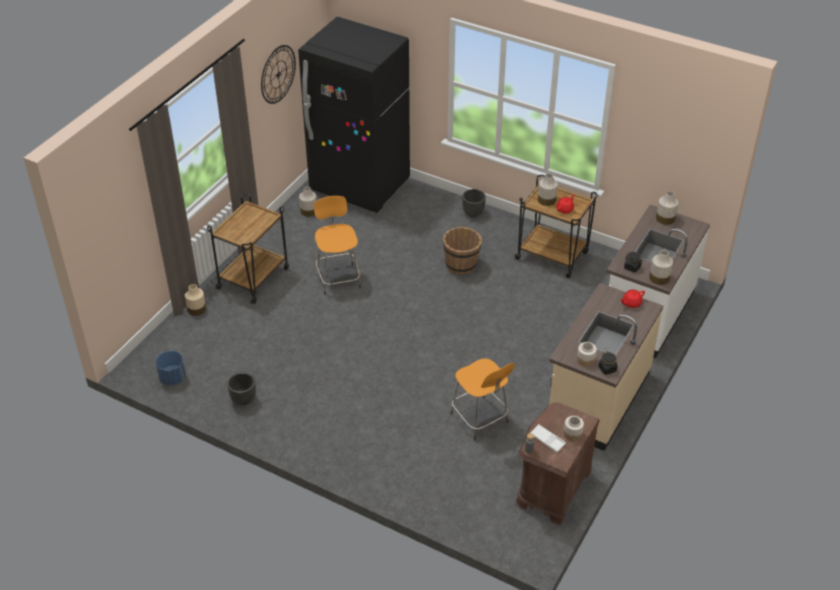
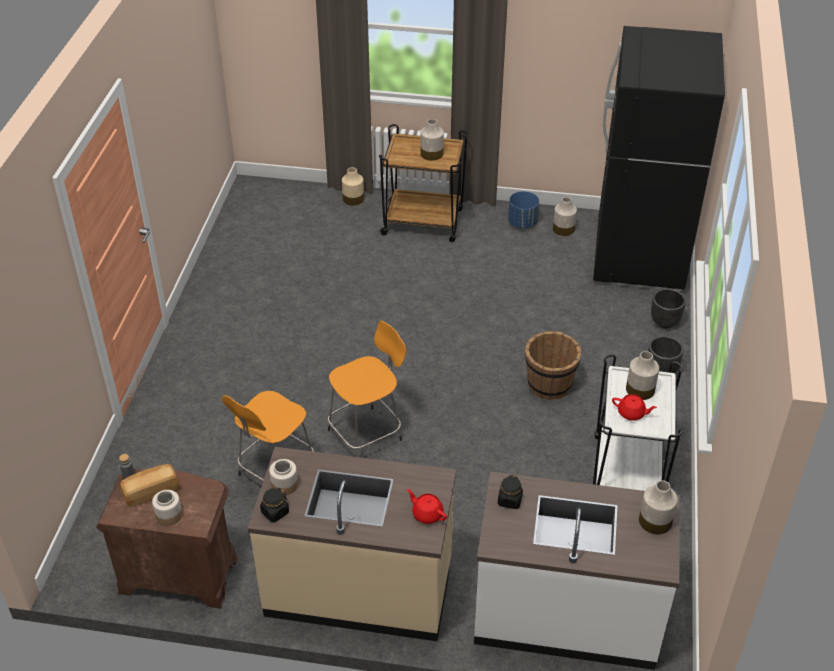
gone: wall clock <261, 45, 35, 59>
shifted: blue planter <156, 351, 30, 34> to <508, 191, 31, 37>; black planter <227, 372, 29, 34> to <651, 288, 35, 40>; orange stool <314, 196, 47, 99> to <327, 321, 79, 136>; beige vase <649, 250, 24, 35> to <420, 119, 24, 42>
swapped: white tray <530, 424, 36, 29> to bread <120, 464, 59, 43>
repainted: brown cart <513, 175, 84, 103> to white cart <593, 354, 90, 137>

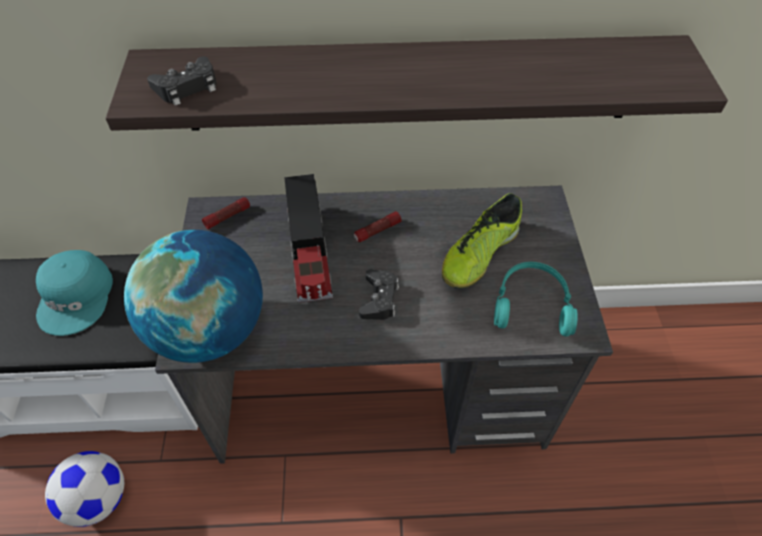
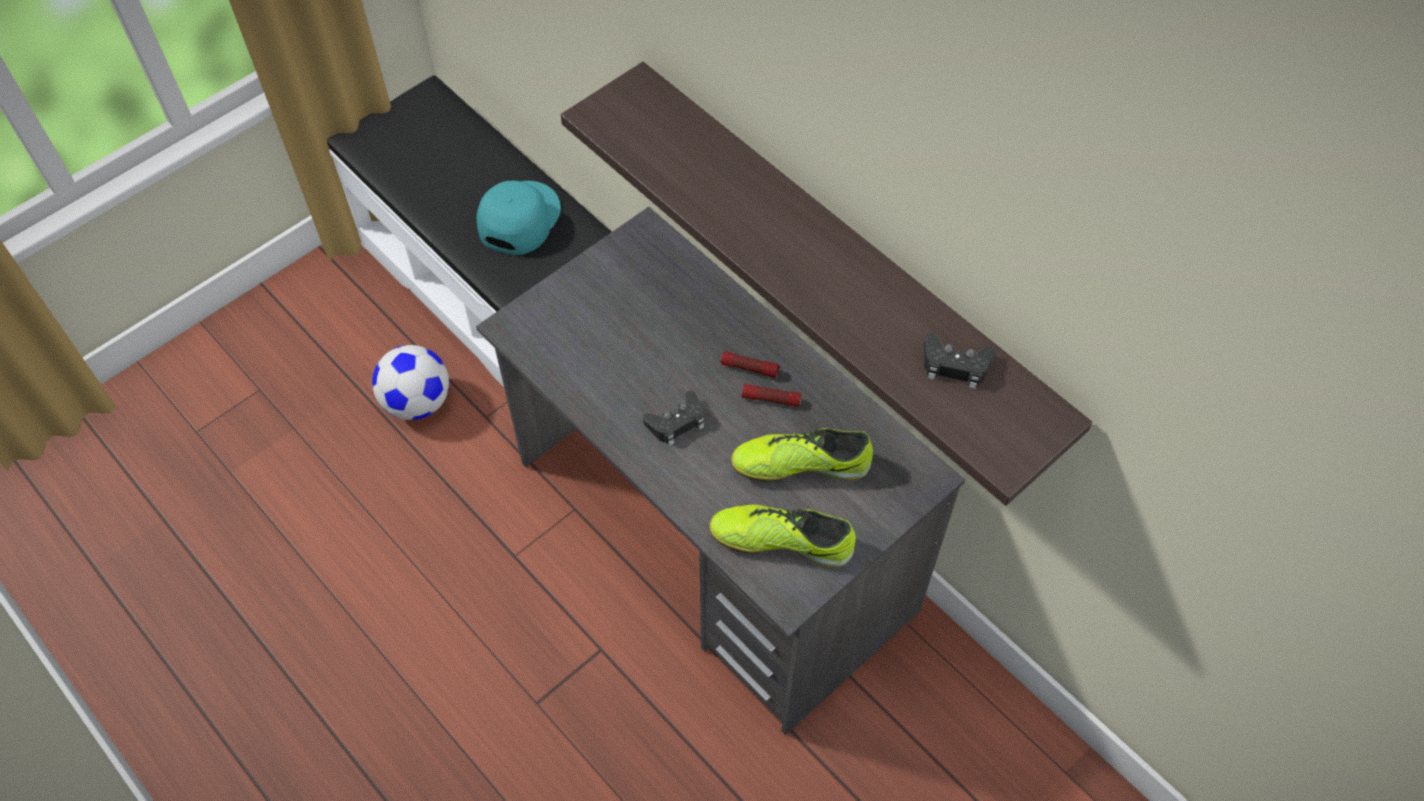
gone: globe <124, 230, 139, 133>; toy truck <284, 174, 49, 129>
shifted: black game controller <147, 56, 69, 50> to <924, 333, 72, 56>; flashlight <202, 197, 48, 32> to <742, 384, 60, 23>
swapped: turquoise headphones <494, 262, 84, 74> to shoe <709, 505, 147, 63>
rotated: turquoise cap <36, 250, 77, 86> = <476, 181, 85, 74> 150 degrees clockwise

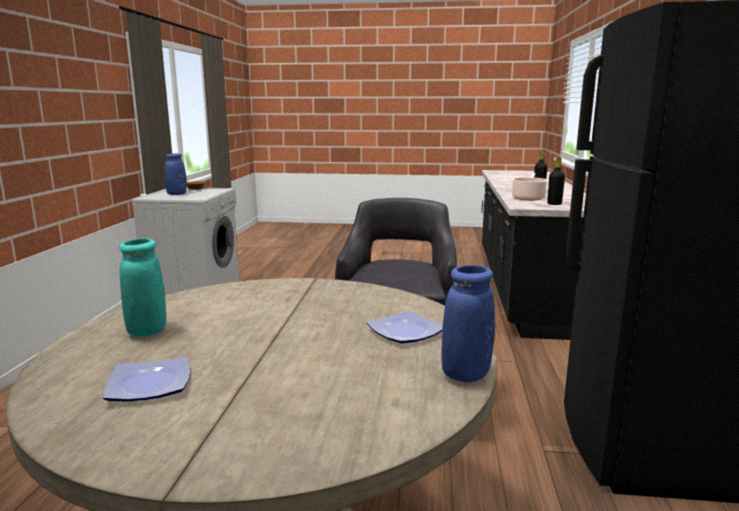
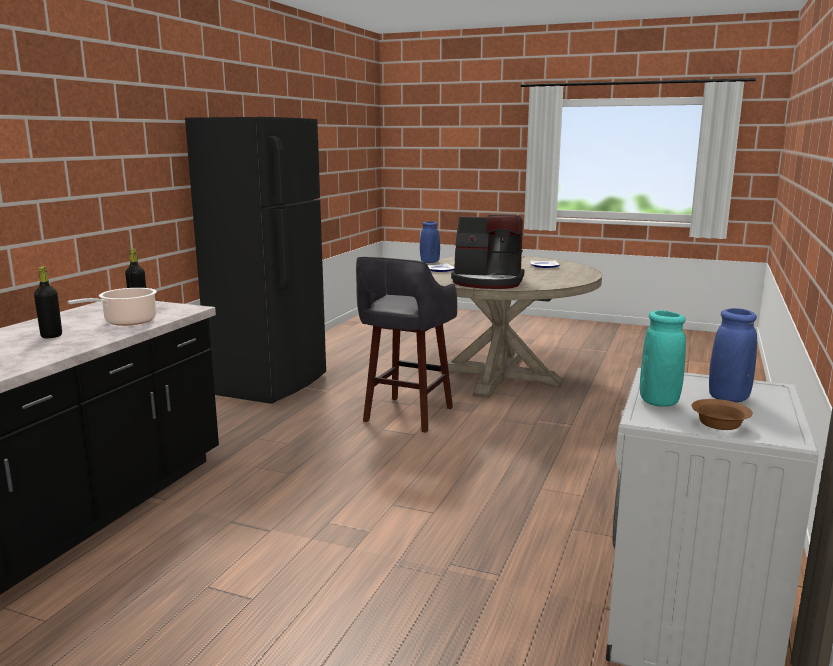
new: coffee machine <451, 215, 73, 74>
shifted: turquoise vase <119, 238, 47, 99> to <640, 310, 46, 97>

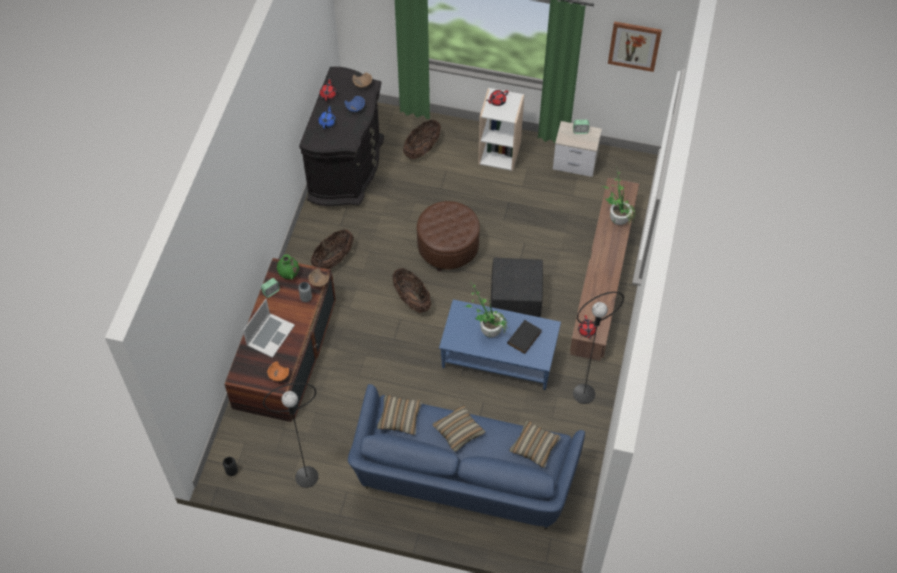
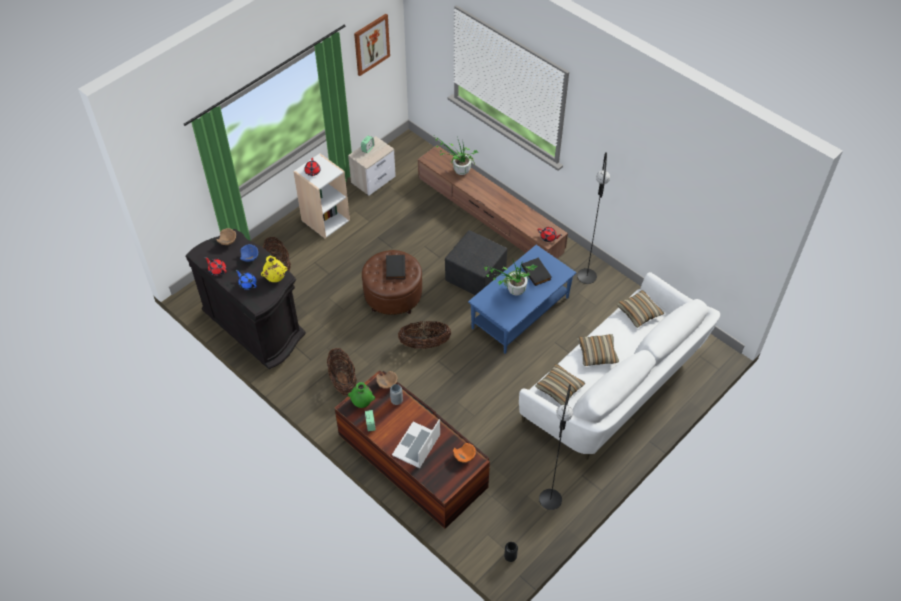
new: yellow vase <261, 255, 26, 27>; black book <386, 255, 19, 25>
repainted: blue sofa <348, 384, 237, 146> to white sofa <519, 272, 201, 188>
rotated: laptop <243, 299, 52, 59> = <392, 419, 48, 49> 120 degrees counterclockwise

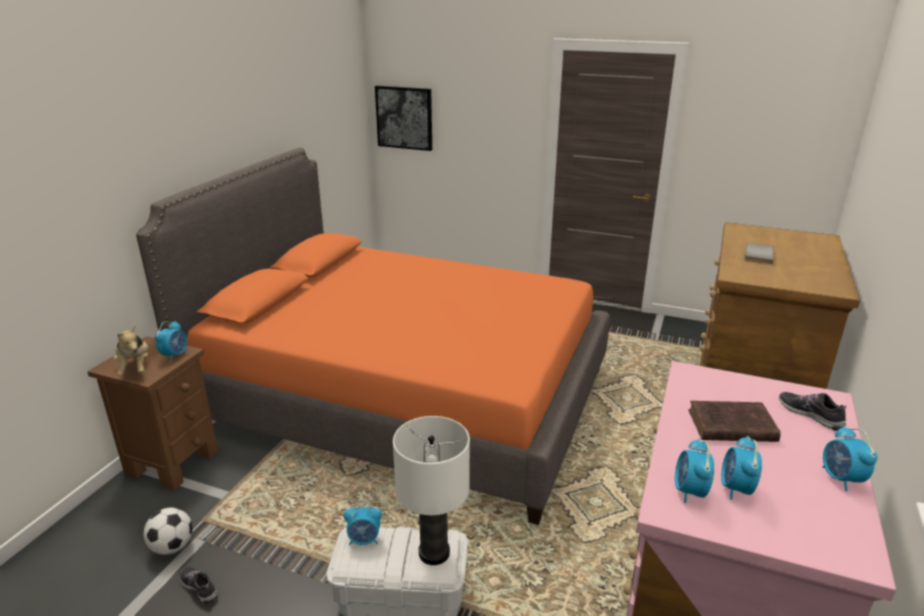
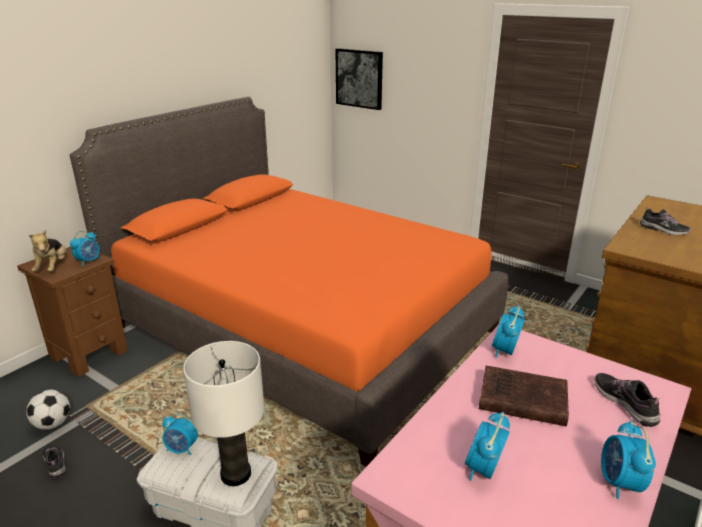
shifted: alarm clock <675, 438, 39, 65> to <492, 306, 33, 52>
swapped: grey book <744, 243, 30, 21> to shoe <640, 207, 51, 28>

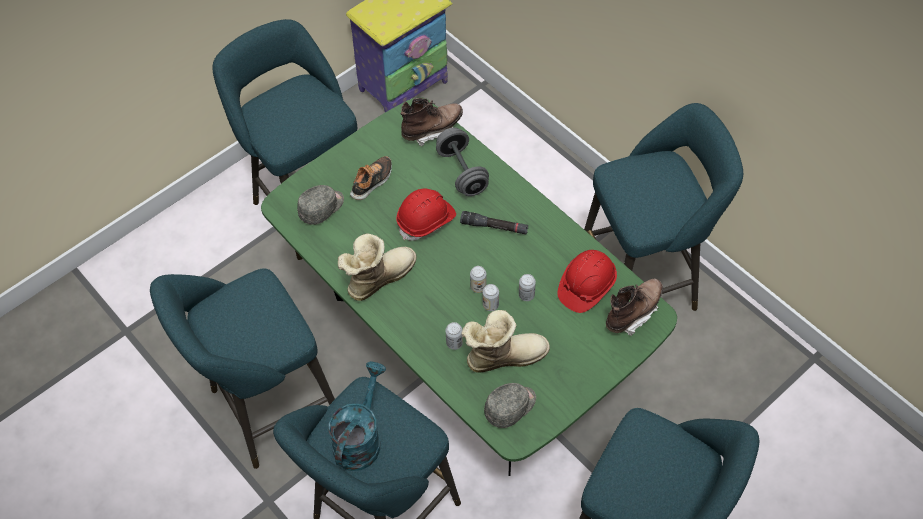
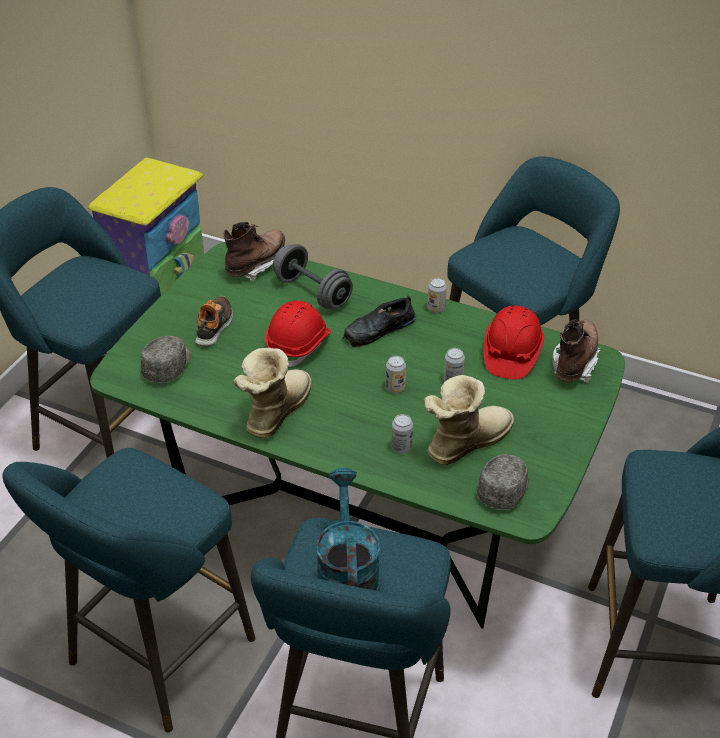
shifted: can <483, 284, 16, 27> to <427, 278, 20, 35>
swapped: black flashlight <460, 211, 69, 23> to black shoe <342, 296, 74, 51>

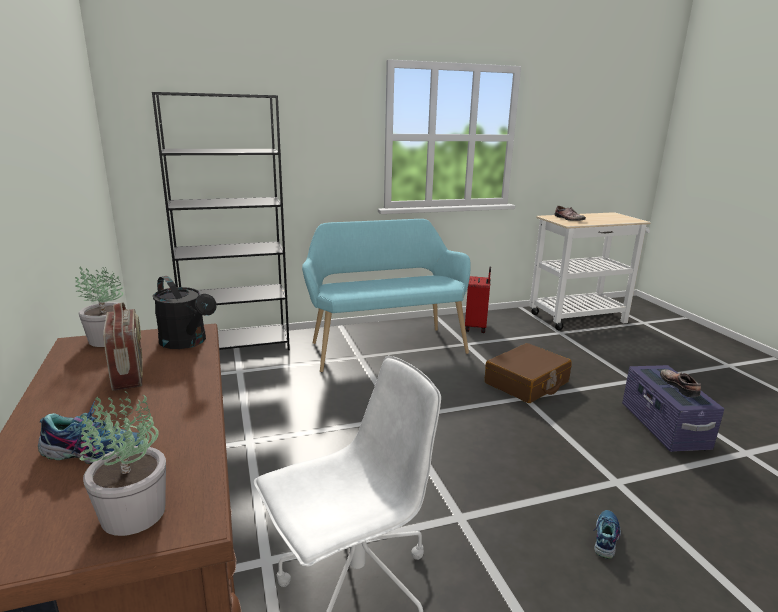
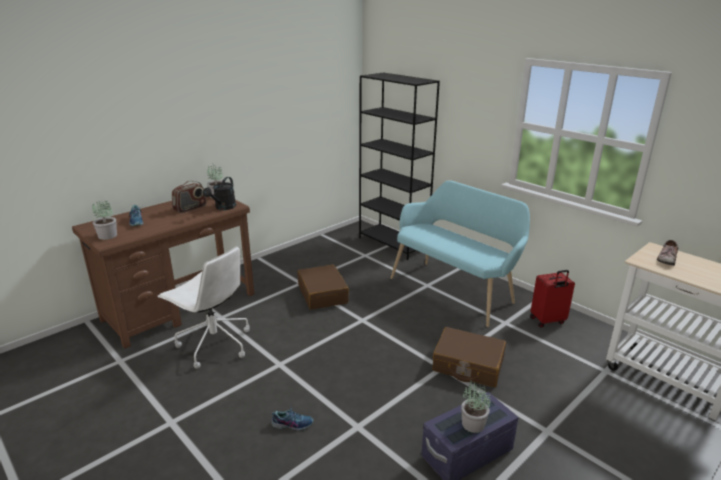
new: brown suitcase <297, 265, 52, 45>
swapped: shoe <660, 369, 41, 28> to potted plant <461, 380, 30, 53>

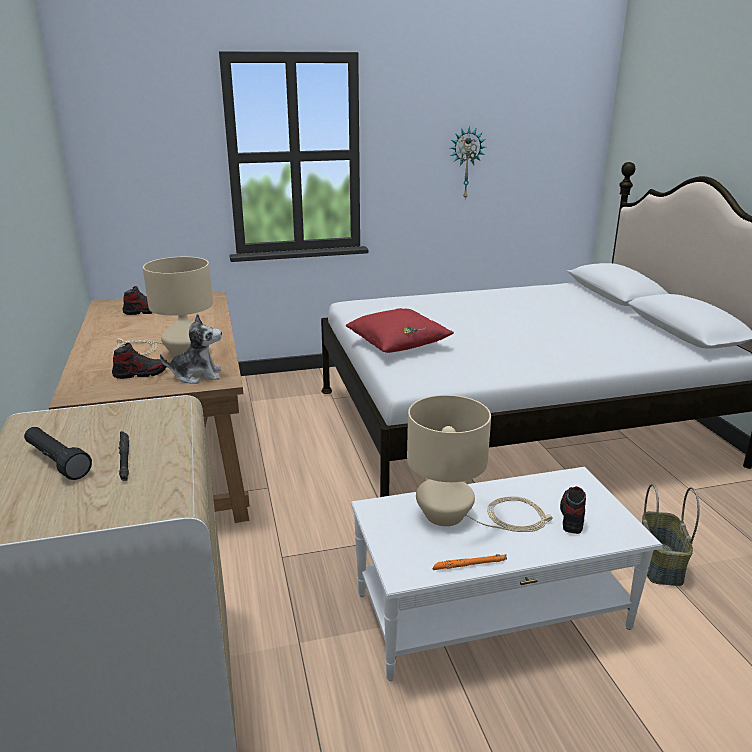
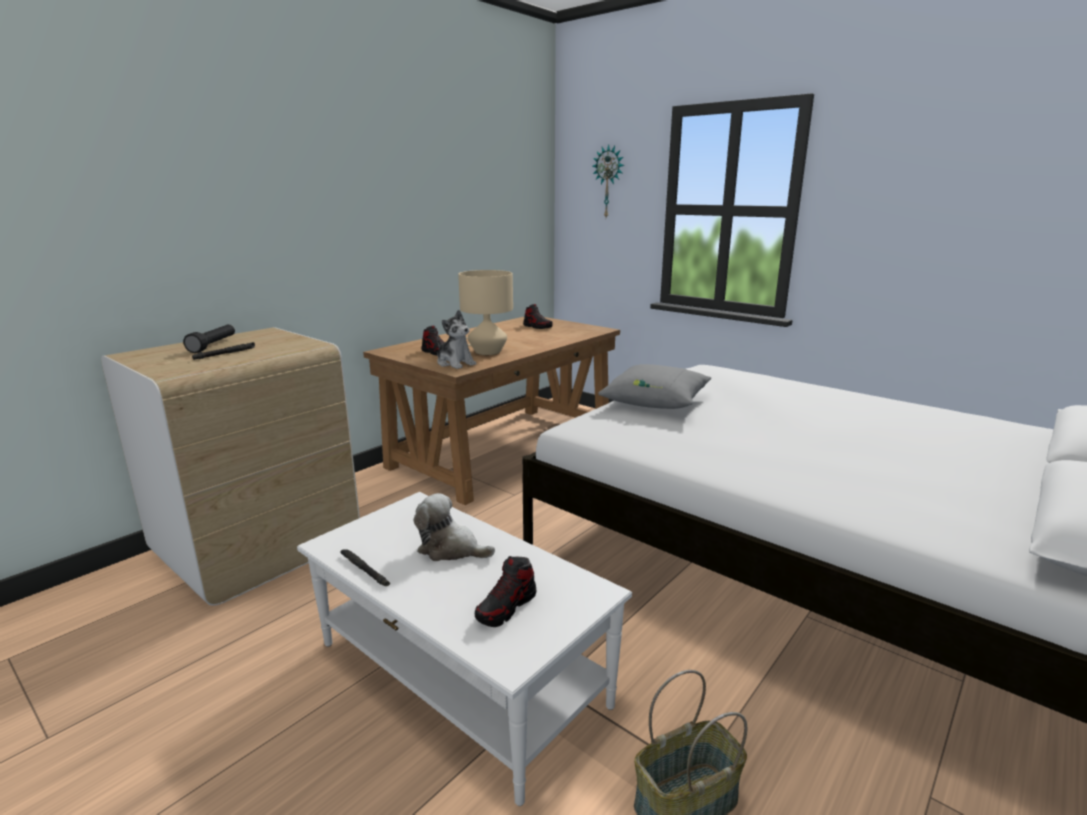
shifted: wall clock <450, 126, 35, 73> to <593, 144, 31, 74>
swapped: beige table lamp <407, 395, 146, 137> to plush toy <414, 493, 81, 68>
repainted: red pillow <346, 308, 108, 45> to grey pillow <598, 364, 113, 45>; orange flashlight <433, 554, 74, 16> to black flashlight <340, 549, 50, 37>
rotated: shoe <560, 486, 26, 48> = <475, 556, 62, 71> 150 degrees clockwise

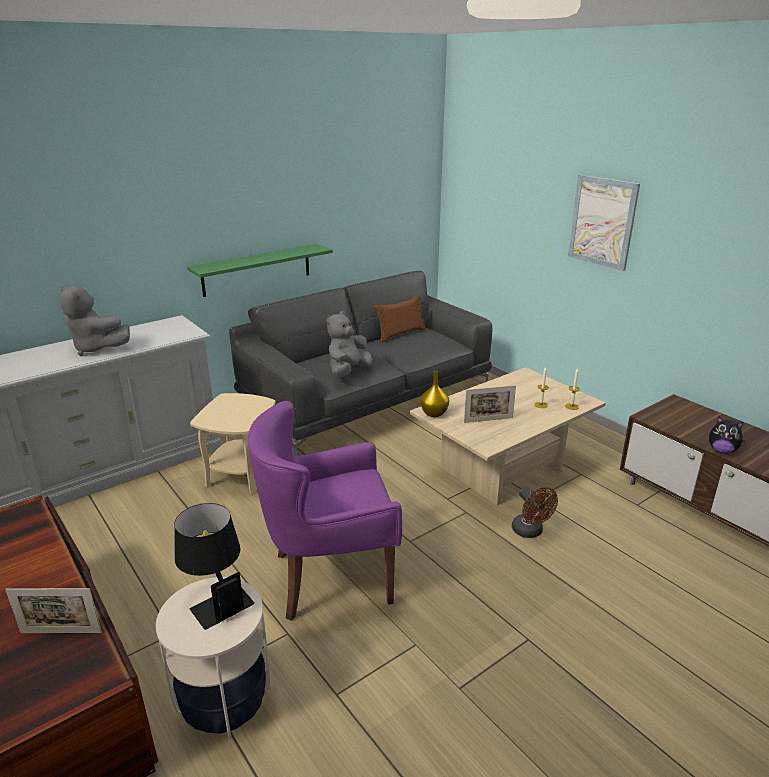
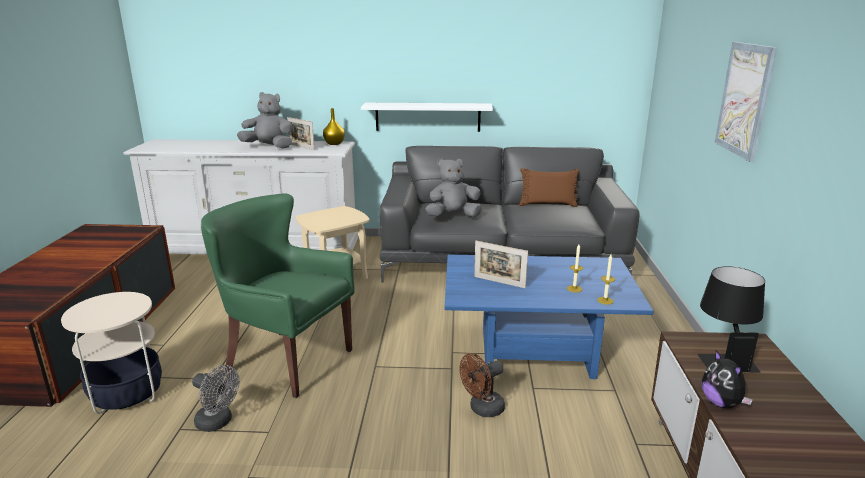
new: grey fan <192, 365, 48, 67>
shifted: picture frame <5, 588, 97, 45> to <287, 117, 28, 33>; black table lamp <174, 503, 81, 127> to <698, 266, 67, 106>; yellow vase <420, 370, 29, 47> to <323, 108, 22, 37>
repainted: green shelf <187, 244, 146, 53> to white shelf <361, 103, 132, 29>; purple armchair <248, 401, 154, 220> to green armchair <201, 193, 154, 205>; beige coffee table <410, 367, 196, 138> to blue coffee table <445, 255, 209, 124>
rotated: grey plush toy <60, 286, 70, 70> = <237, 92, 55, 56> 120 degrees clockwise; brown fan <512, 487, 46, 51> = <459, 353, 46, 64> 45 degrees clockwise

